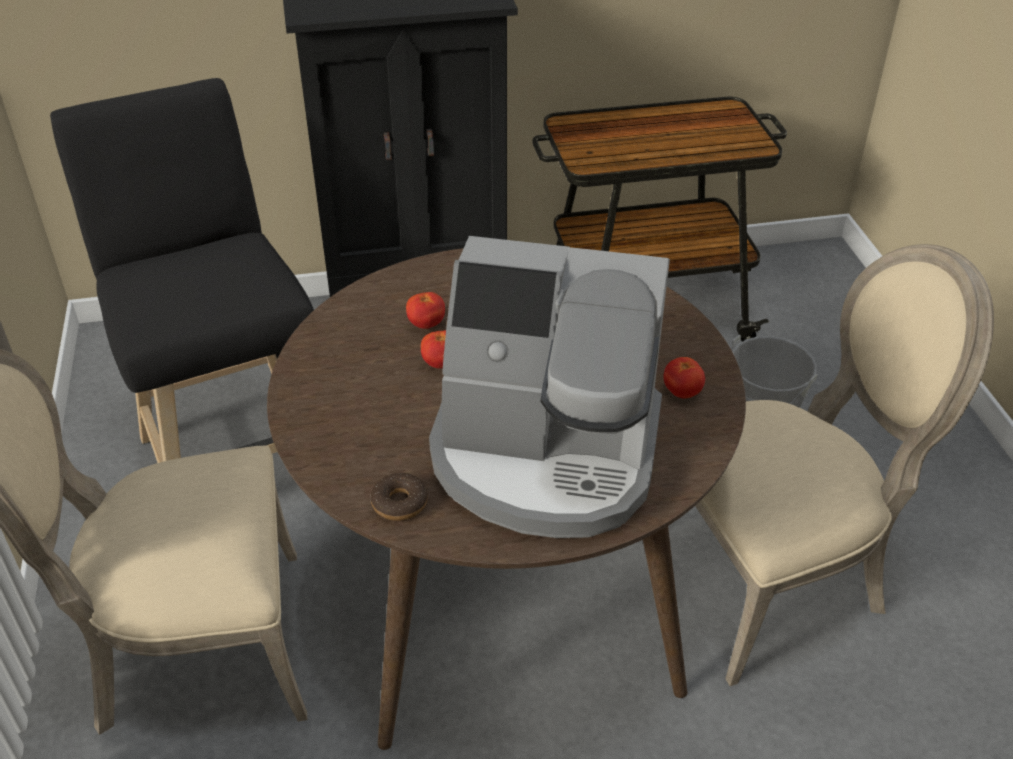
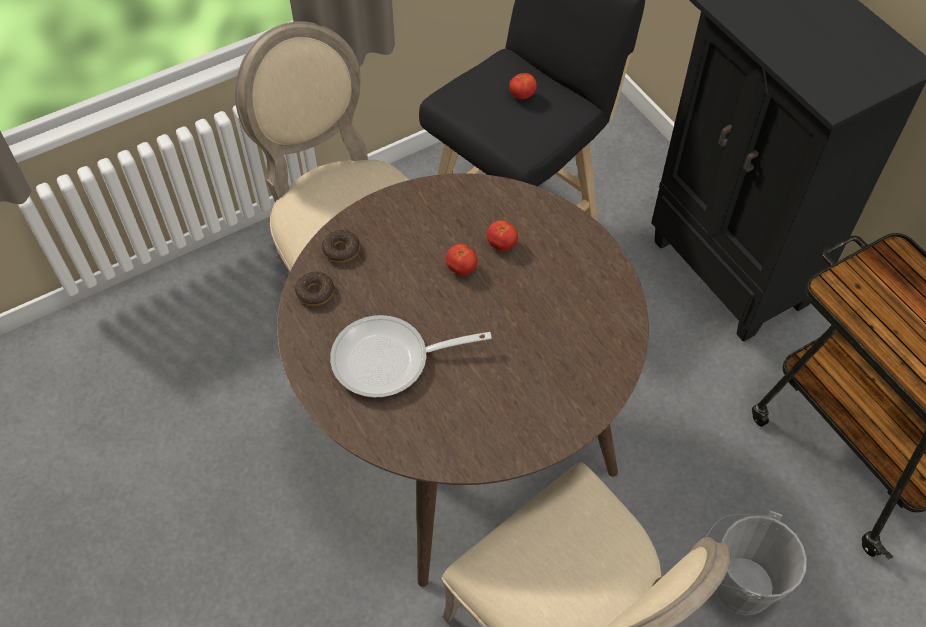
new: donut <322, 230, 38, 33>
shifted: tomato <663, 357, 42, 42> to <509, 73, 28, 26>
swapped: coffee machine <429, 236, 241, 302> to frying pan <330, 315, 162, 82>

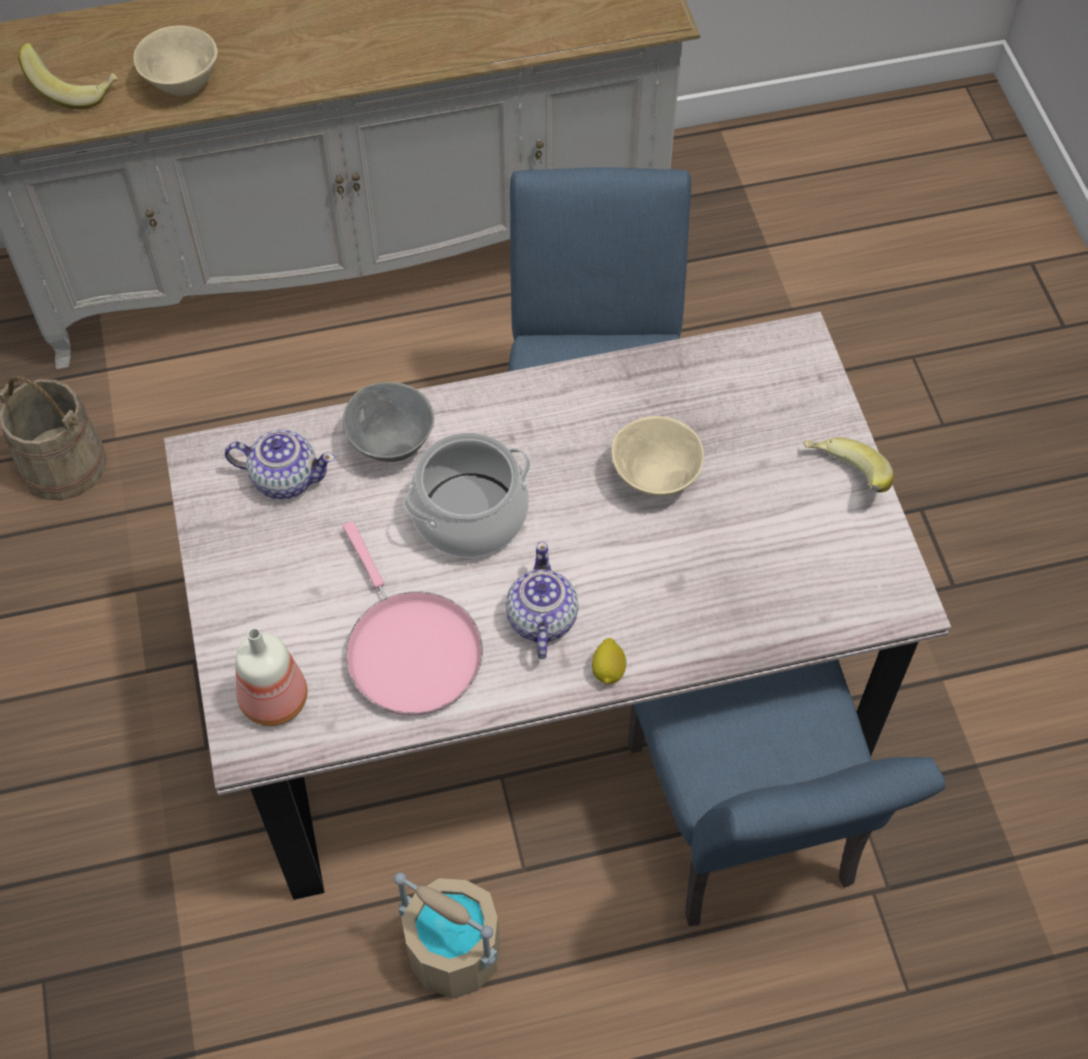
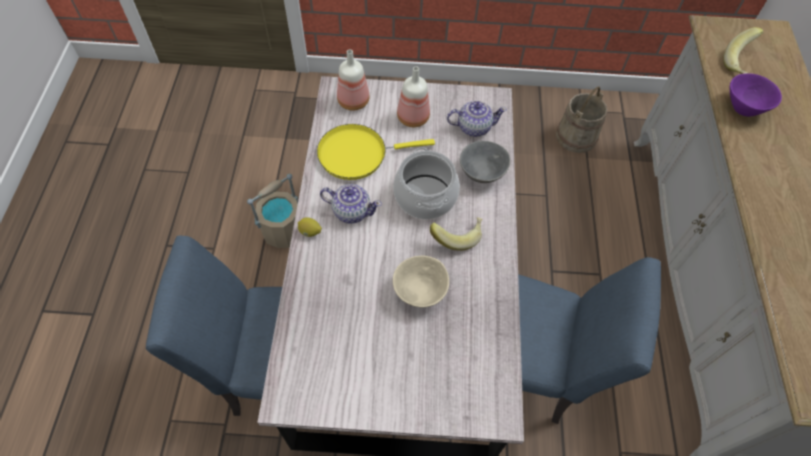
new: bottle <397, 66, 33, 61>
shifted: banana <804, 437, 89, 56> to <430, 217, 53, 34>
repainted: beige bowl <134, 25, 84, 71> to purple bowl <730, 73, 52, 44>; pink frying pan <343, 521, 140, 195> to yellow frying pan <317, 124, 118, 56>
rotated: teapot <225, 430, 110, 69> = <447, 101, 60, 36> 120 degrees counterclockwise

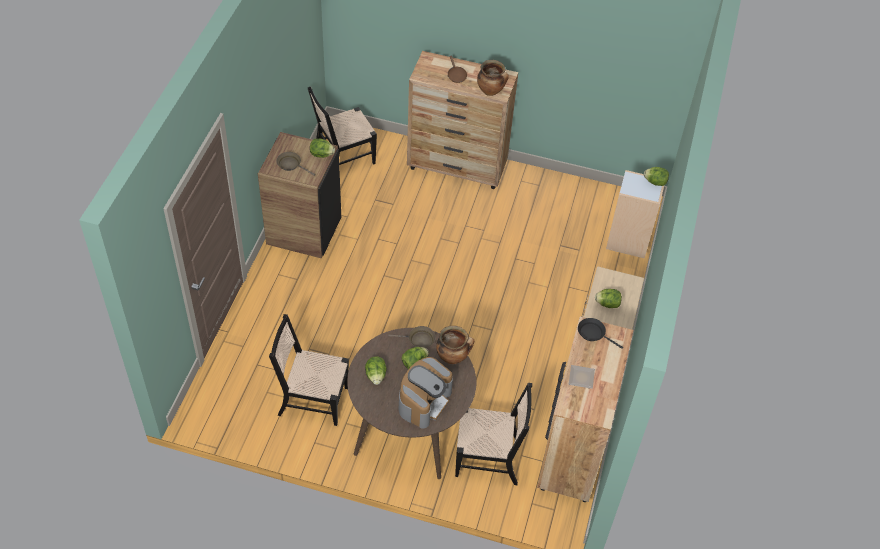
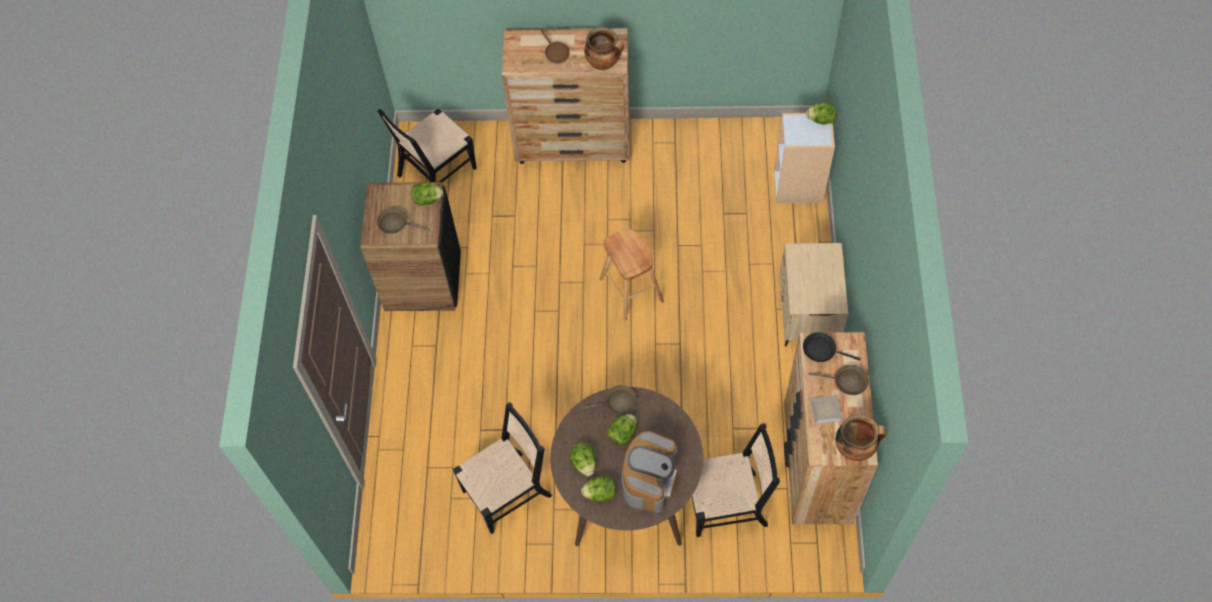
new: brown stool <600, 229, 64, 92>; brown frying pan <809, 365, 60, 30>
shifted: cooking pot <436, 326, 38, 38> to <836, 415, 50, 46>; lettuce <595, 289, 27, 19> to <581, 475, 35, 27>
rotated: chair <269, 314, 80, 112> = <453, 402, 99, 132> 150 degrees clockwise

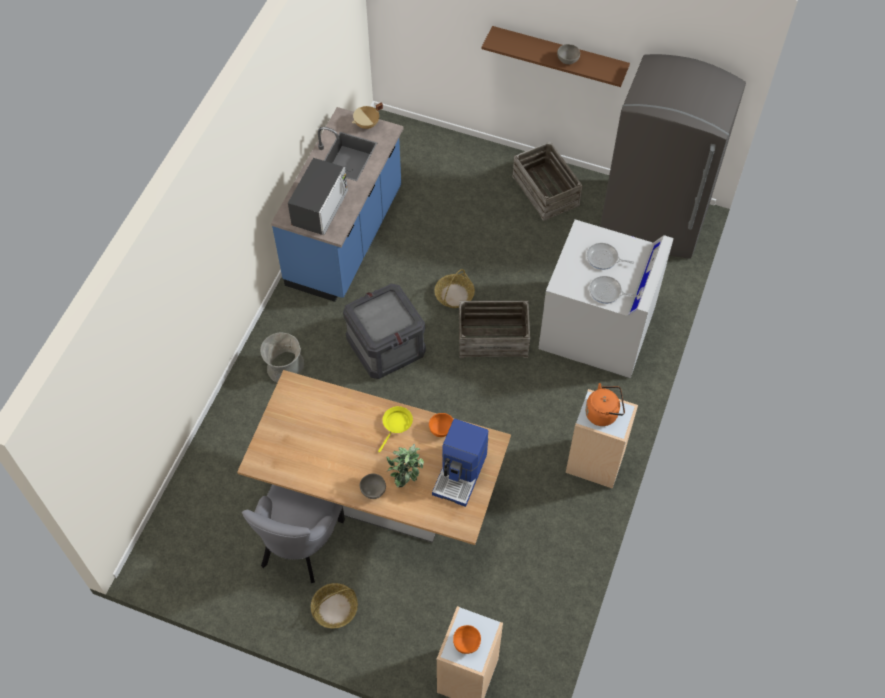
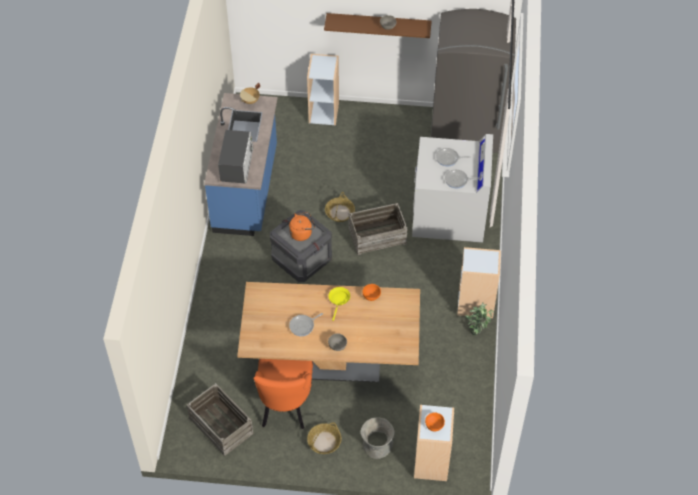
gone: coffee machine <432, 419, 56, 88>
new: frying pan <289, 313, 34, 23>; bookcase <307, 54, 32, 71>
shifted: grey vase <260, 332, 44, 50> to <361, 417, 33, 42>; potted plant <386, 444, 38, 43> to <466, 302, 28, 34>; crate <512, 141, 71, 80> to <187, 383, 67, 73>; orange kettle <585, 383, 40, 43> to <289, 212, 26, 29>
repainted: grey chair <242, 484, 103, 99> to orange chair <253, 359, 60, 70>

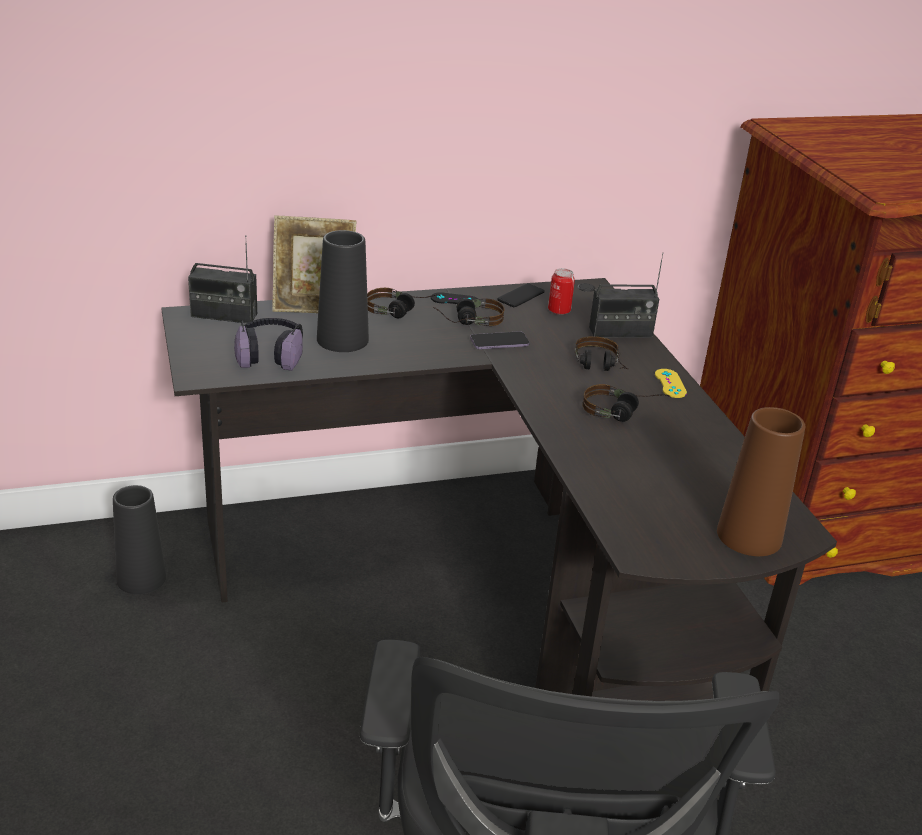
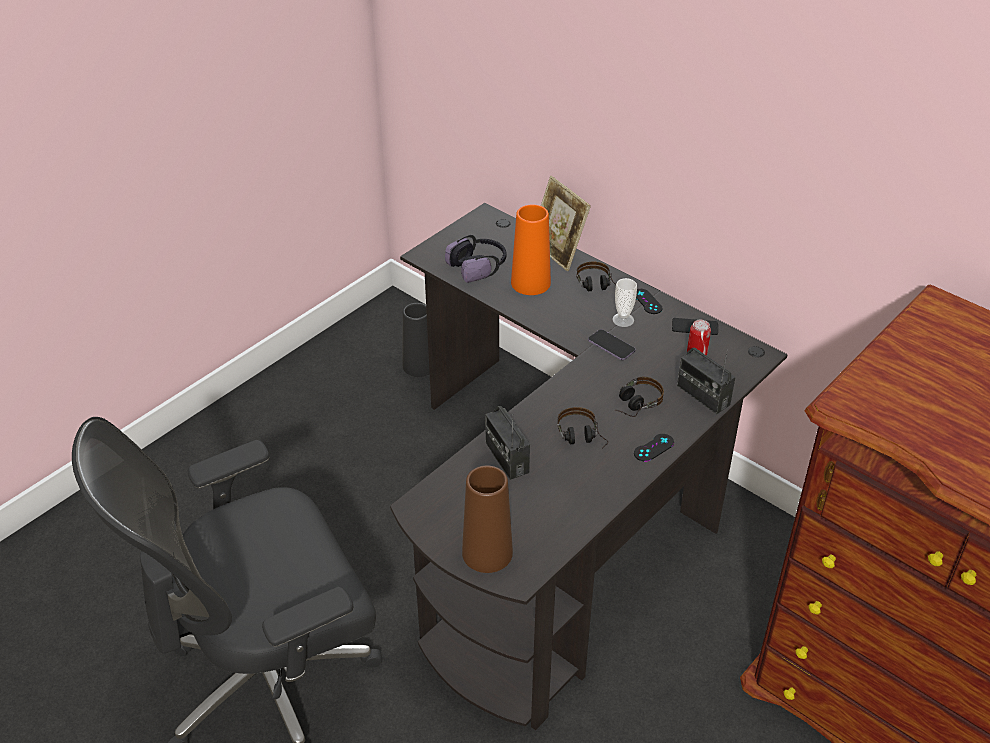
shifted: radio <188, 235, 69, 88> to <485, 406, 45, 74>
swapped: headphones <433, 298, 72, 28> to cup <613, 278, 24, 49>
repainted: black vase <317, 230, 52, 122> to orange vase <511, 204, 40, 91>; yellow game controller <655, 369, 32, 29> to black game controller <634, 434, 40, 28>

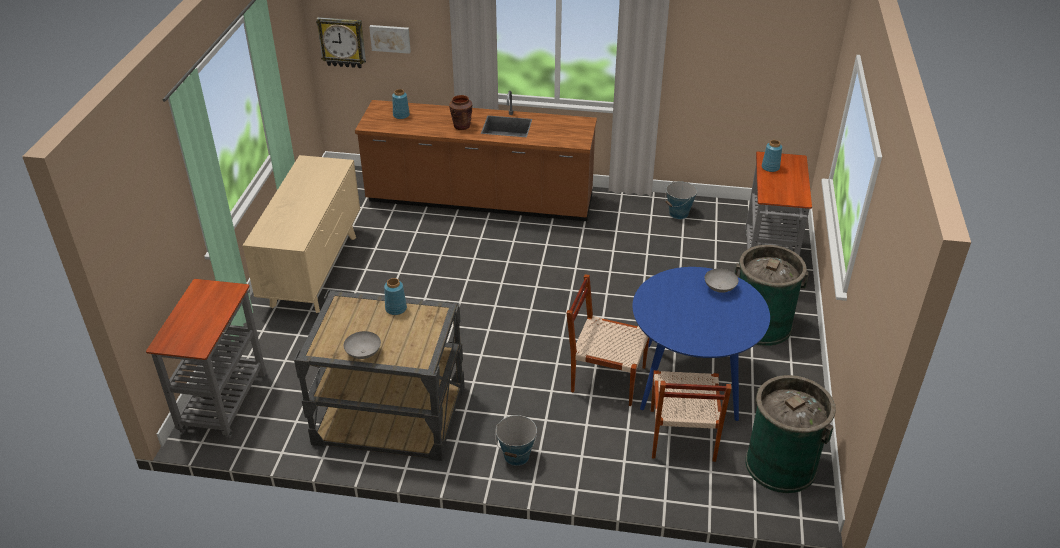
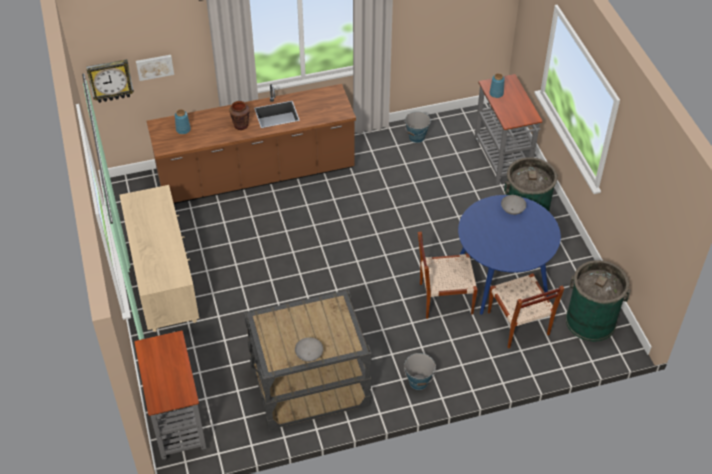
gone: blue vase <384, 278, 23, 37>

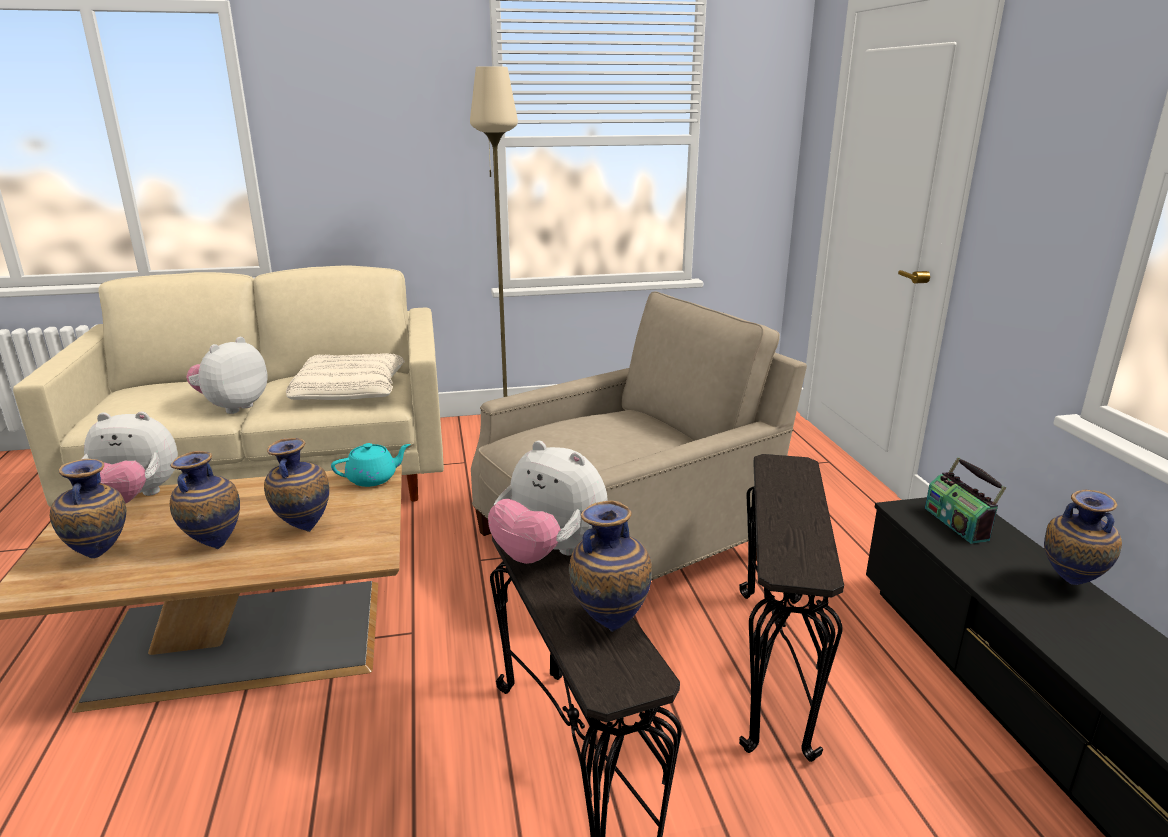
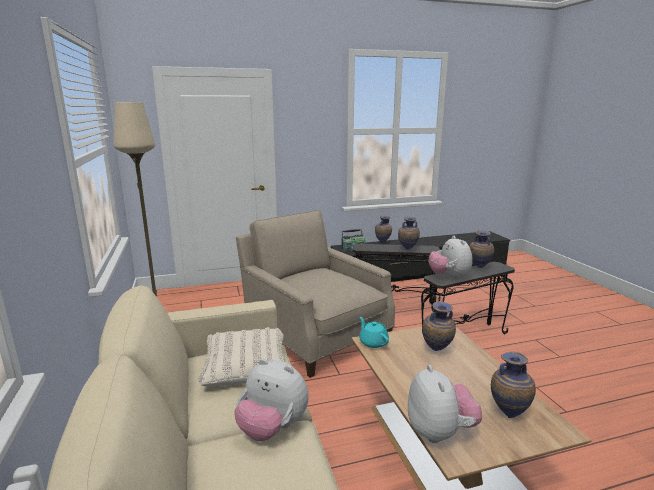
shifted: vase <170, 451, 70, 98> to <398, 216, 22, 34>
rotated: plush toy <488, 441, 120, 123> = <429, 236, 43, 43> 135 degrees clockwise

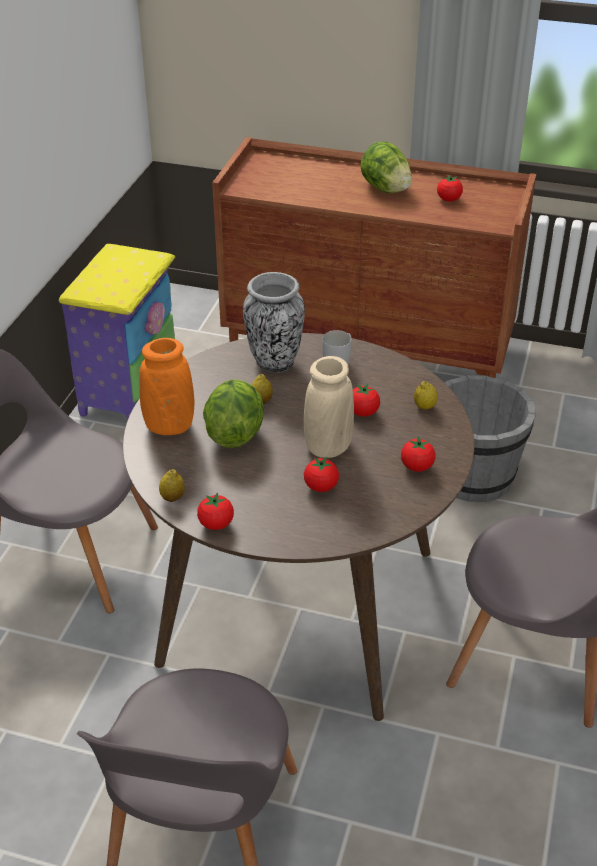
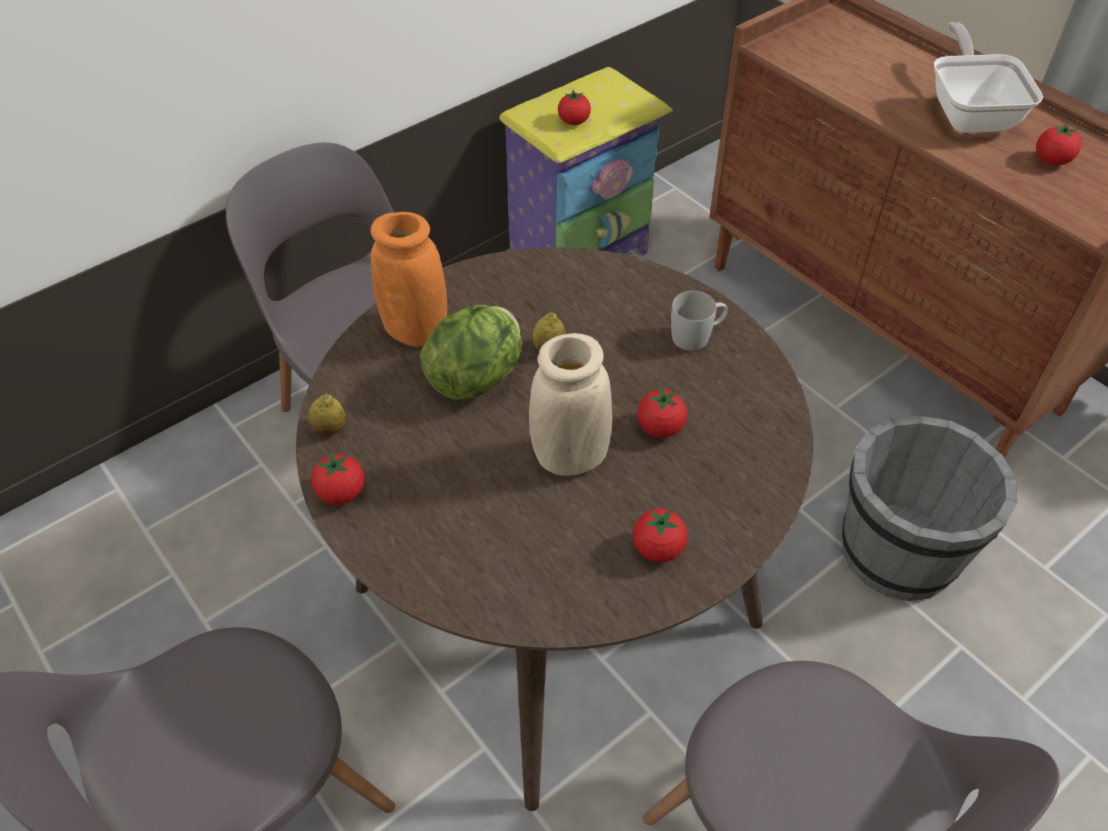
gone: vase <243, 272, 62, 101>; lemon <414, 381, 24, 29>
shifted: tomato <304, 457, 35, 35> to <558, 90, 33, 35>
swapped: lettuce <360, 142, 52, 51> to frying pan <934, 22, 109, 111>

